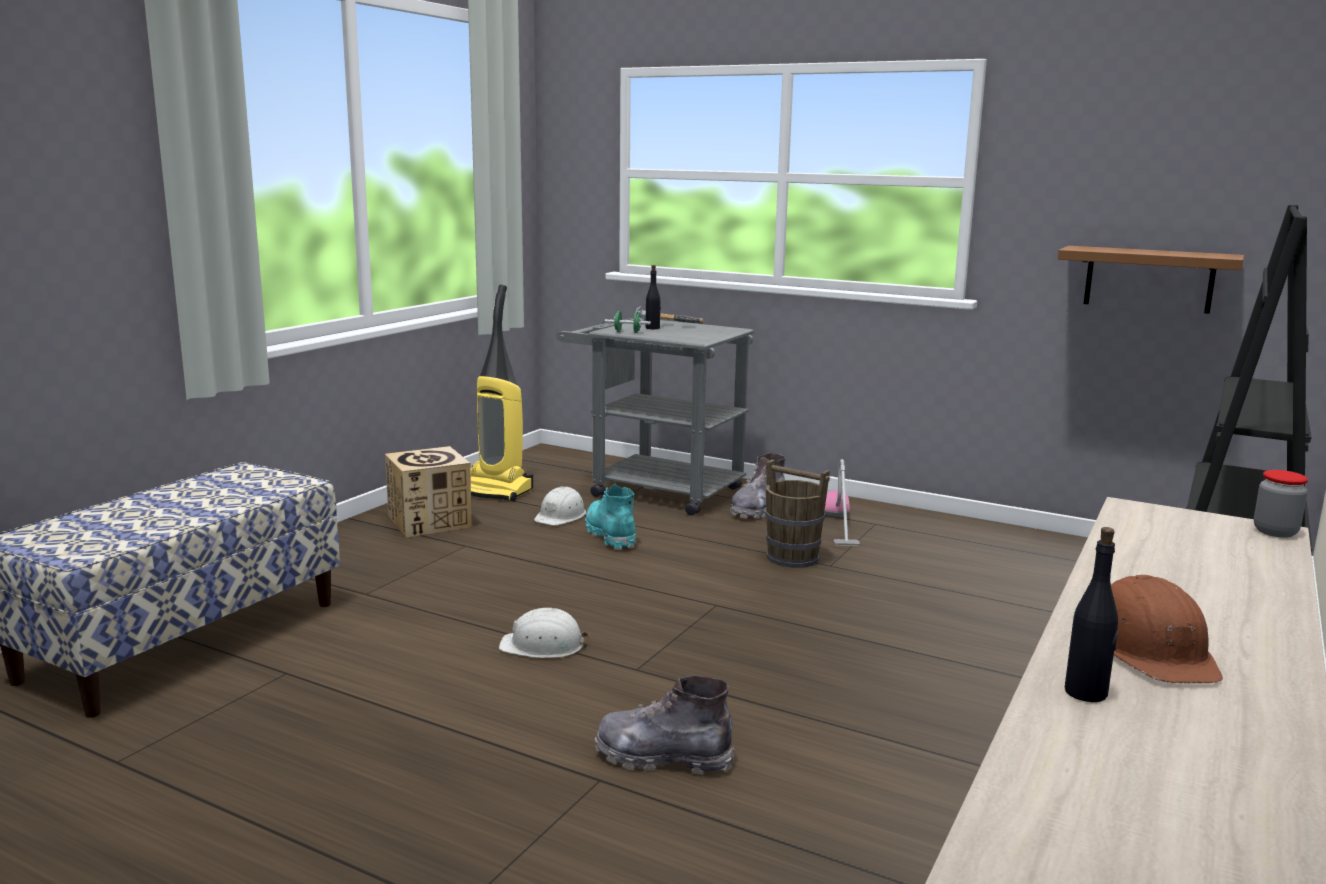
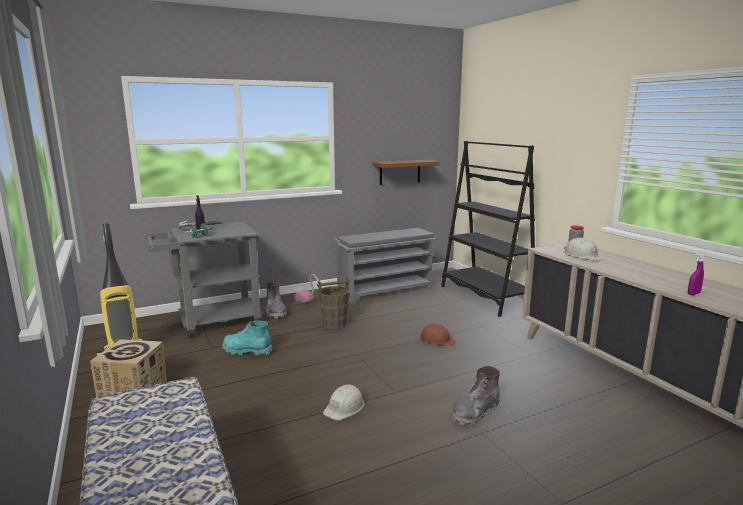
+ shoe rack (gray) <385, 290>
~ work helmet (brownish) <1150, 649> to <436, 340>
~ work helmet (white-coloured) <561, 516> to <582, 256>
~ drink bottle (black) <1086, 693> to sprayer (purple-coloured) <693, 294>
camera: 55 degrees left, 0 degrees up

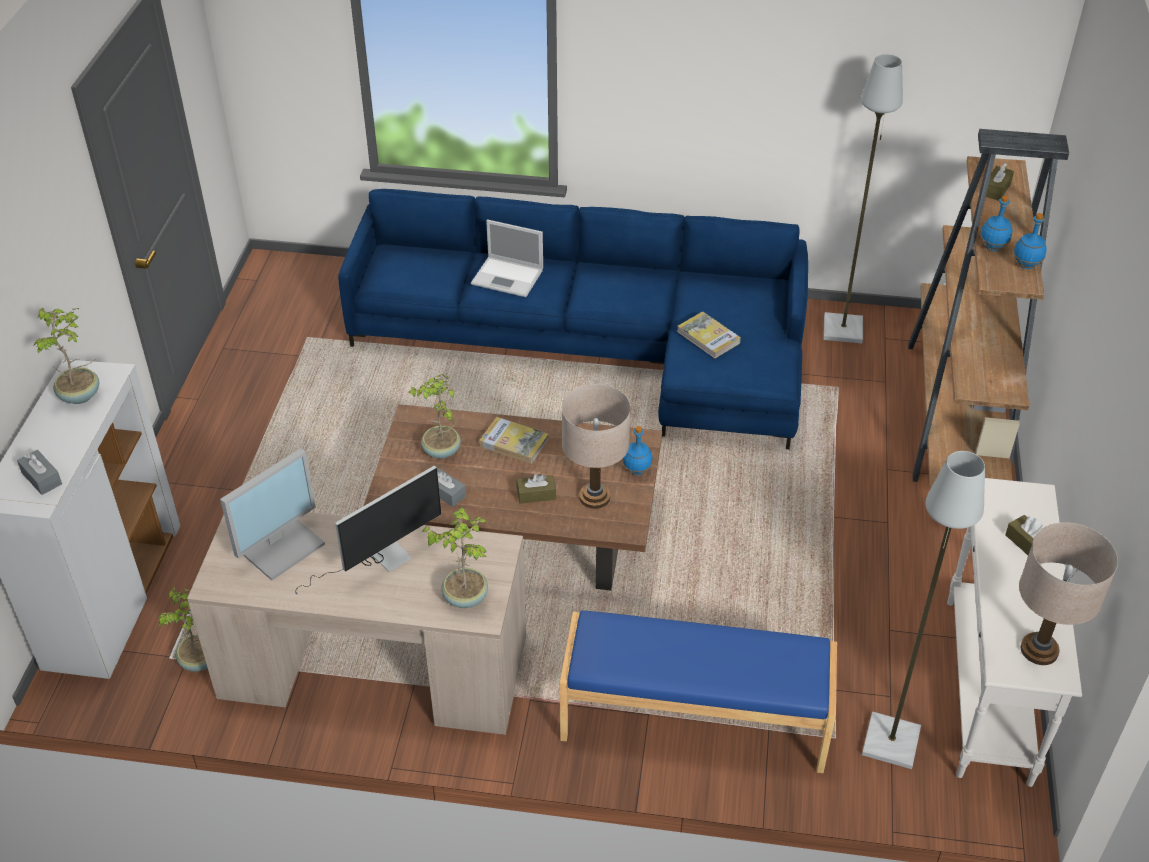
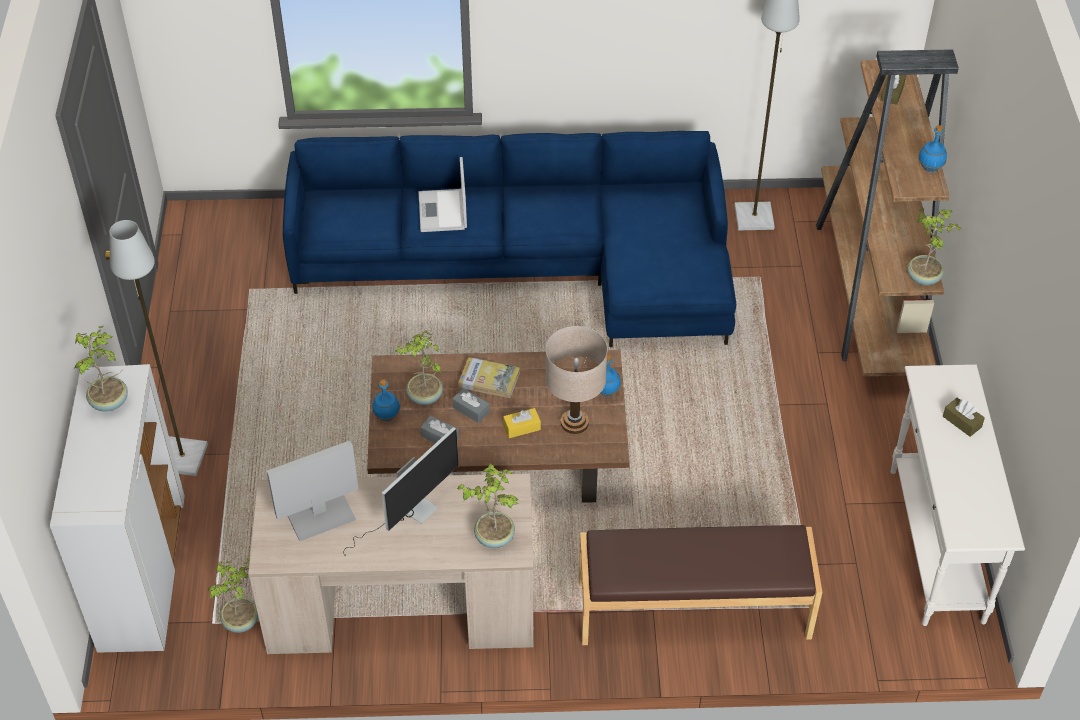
~ standard lamp (gray) <892, 743> to <183, 458>
~ computer display <280, 544> = <317, 512> 150 degrees counterclockwise
~ drink bottle (blue) <992, 247> to <386, 416>
~ laptop <508, 277> = <443, 212> 75 degrees clockwise
~ box of tissues (gray) <42, 478> to <471, 410>
~ box of tissues (brownish) <536, 495> to box of tissues (yellow) <522, 427>
~ long seat (blue) <694, 721> to long seat (brownish) <693, 610>
+ plant in a pot <924, 277>
- bound book <708, 337>
- lamp for a table (sand-coloured) <1039, 650>
camera: 10 degrees left, 5 degrees up

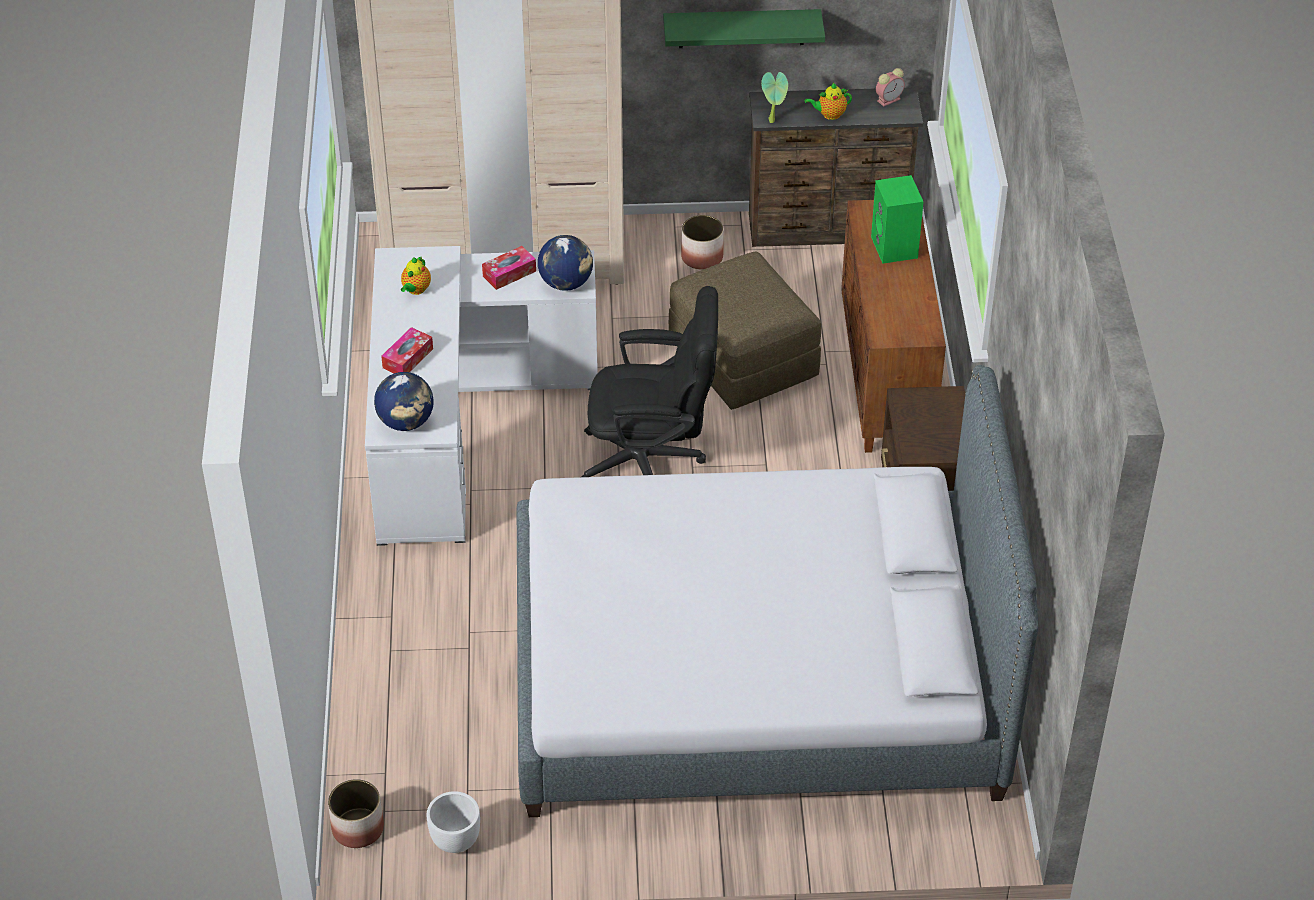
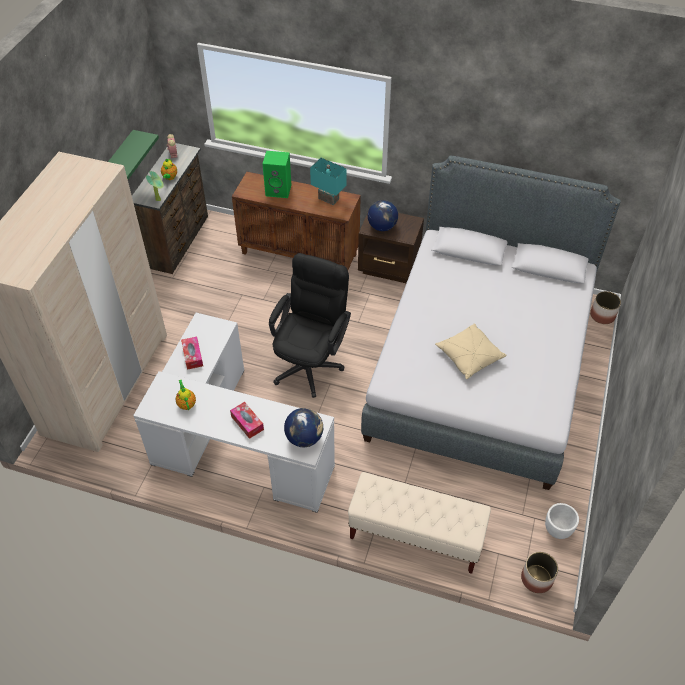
~ pot for tea <415, 290> = <186, 403> 150 degrees counterclockwise
+ lamp for a table (turquoise) <329, 198>
+ long seat (sand-coloured) <415, 535>
~ desk globe <566, 283> to <382, 227>
+ cushion (sand-coloured) <469, 356>
~ planter <702, 257> to <602, 315>
- pouffe (brownish) <743, 359>
camera: 70 degrees left, 5 degrees up

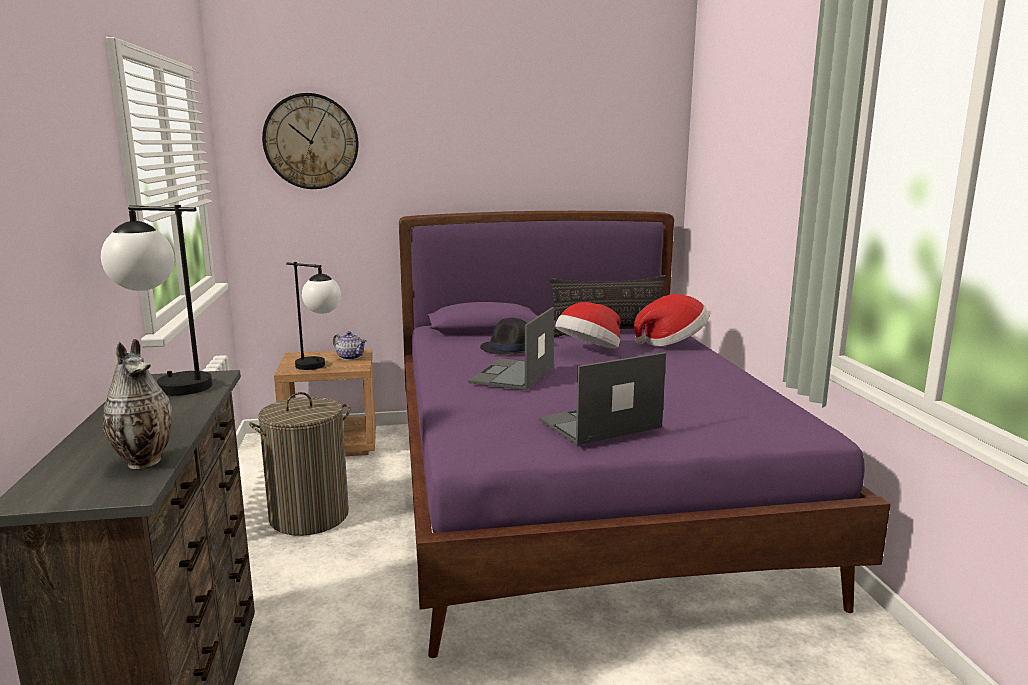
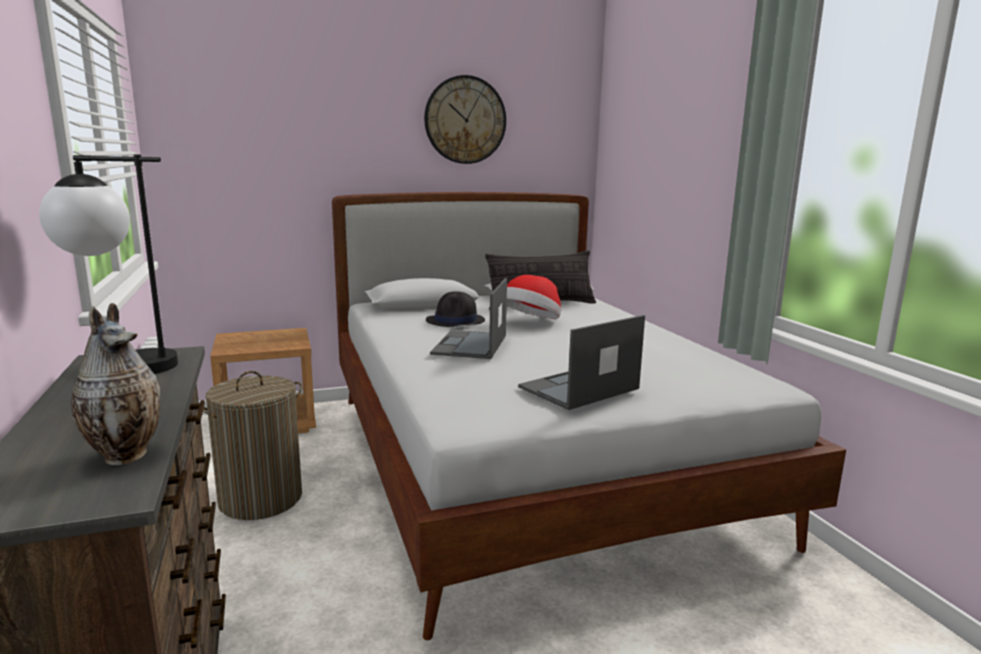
~ sleeping bed (purple-coloured) <580, 499> to sleeping bed (white-coloured) <527, 463>
~ wall clock <311, 141> to <465, 120>
- lamp for a table <320, 367>
- pot for tea <350, 357>
- hat <672, 342>
camera: 10 degrees left, 0 degrees up

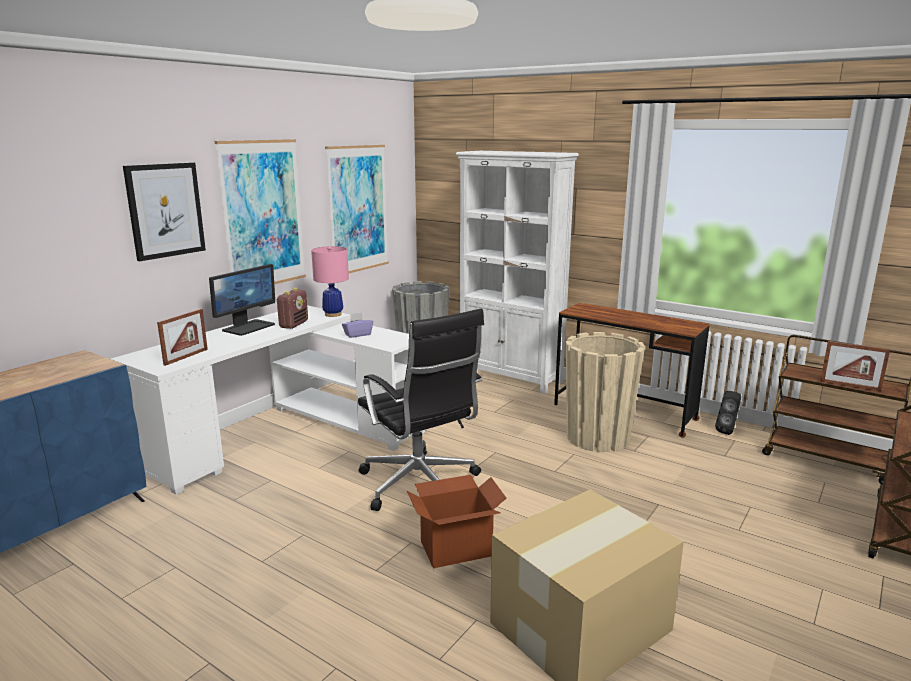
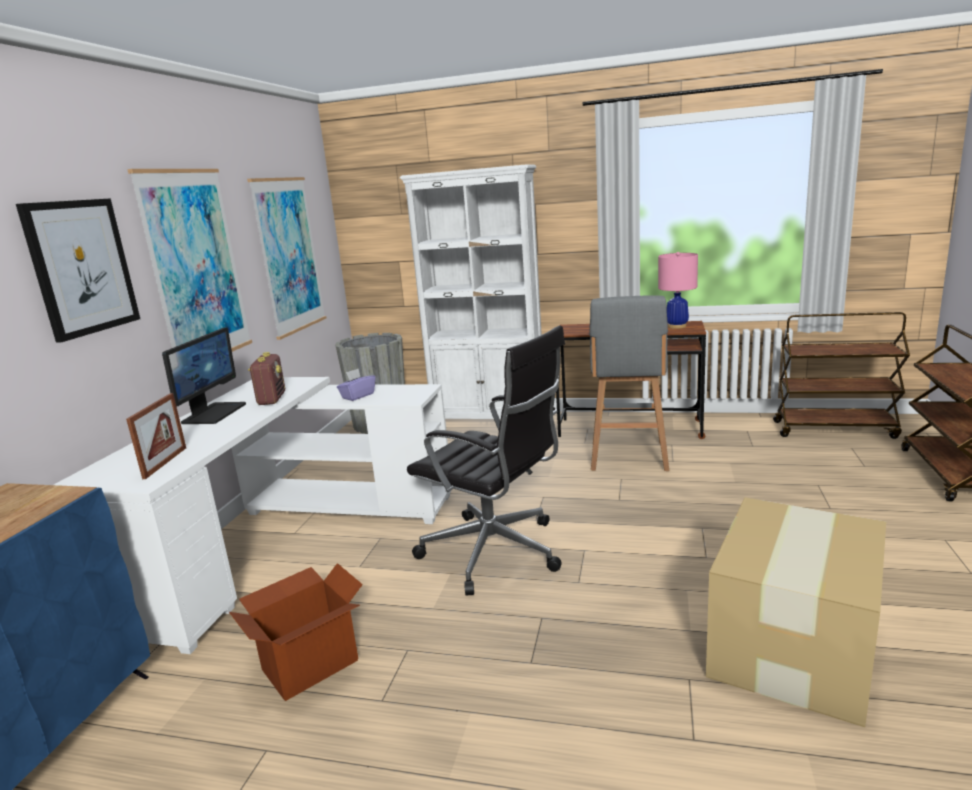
~ packing box <455, 548> to <309, 664>
~ planter (sand-coloured) <597, 438> to stool seat (gray) <628, 458>
~ lamp for a table (pink) <333, 314> to <676, 326>
- loudspeaker (black) <728, 431>
- standing frame <850, 386>
camera: 20 degrees left, 0 degrees up

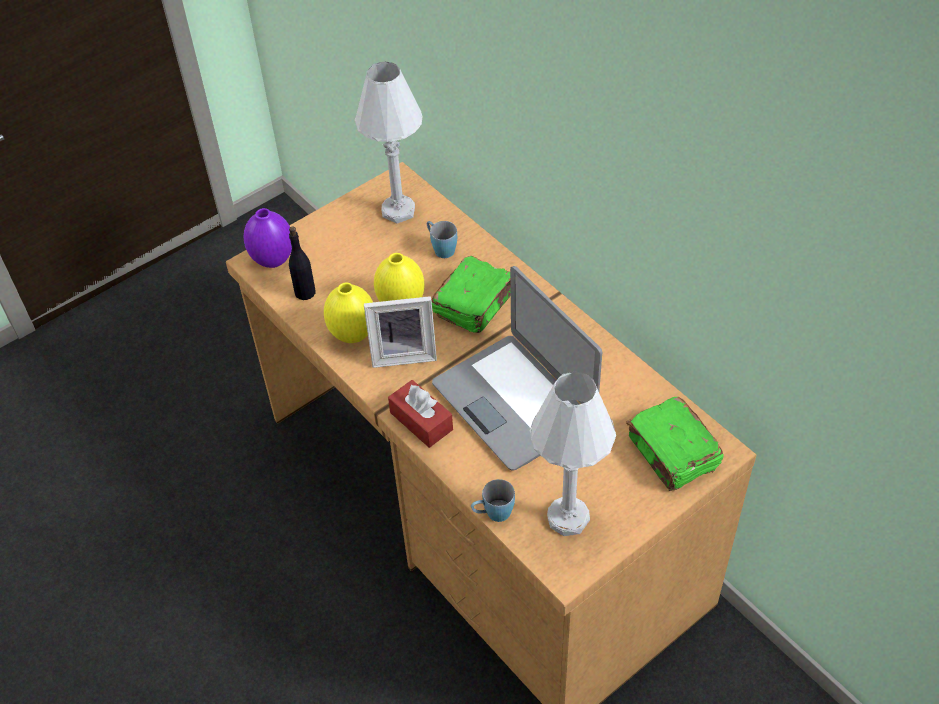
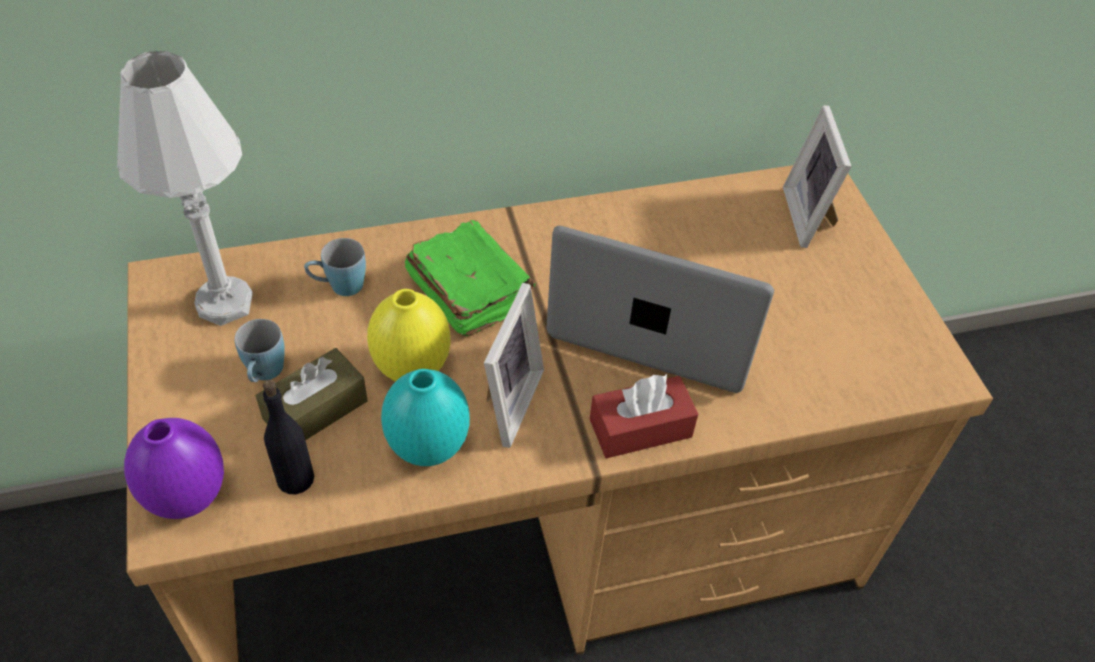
~ mug (blue) <493, 514> to <264, 374>
+ box of tissues (brownish) <315, 410>
~ flower vase (yellow) <353, 334> to flower vase (turquoise) <427, 447>
~ laptop <514, 401> = <660, 318> 150 degrees counterclockwise
~ bound book (green) <673, 453> to standing frame <810, 217>
- lamp for a table (white-coloured) <568, 517>
camera: 70 degrees left, 0 degrees up

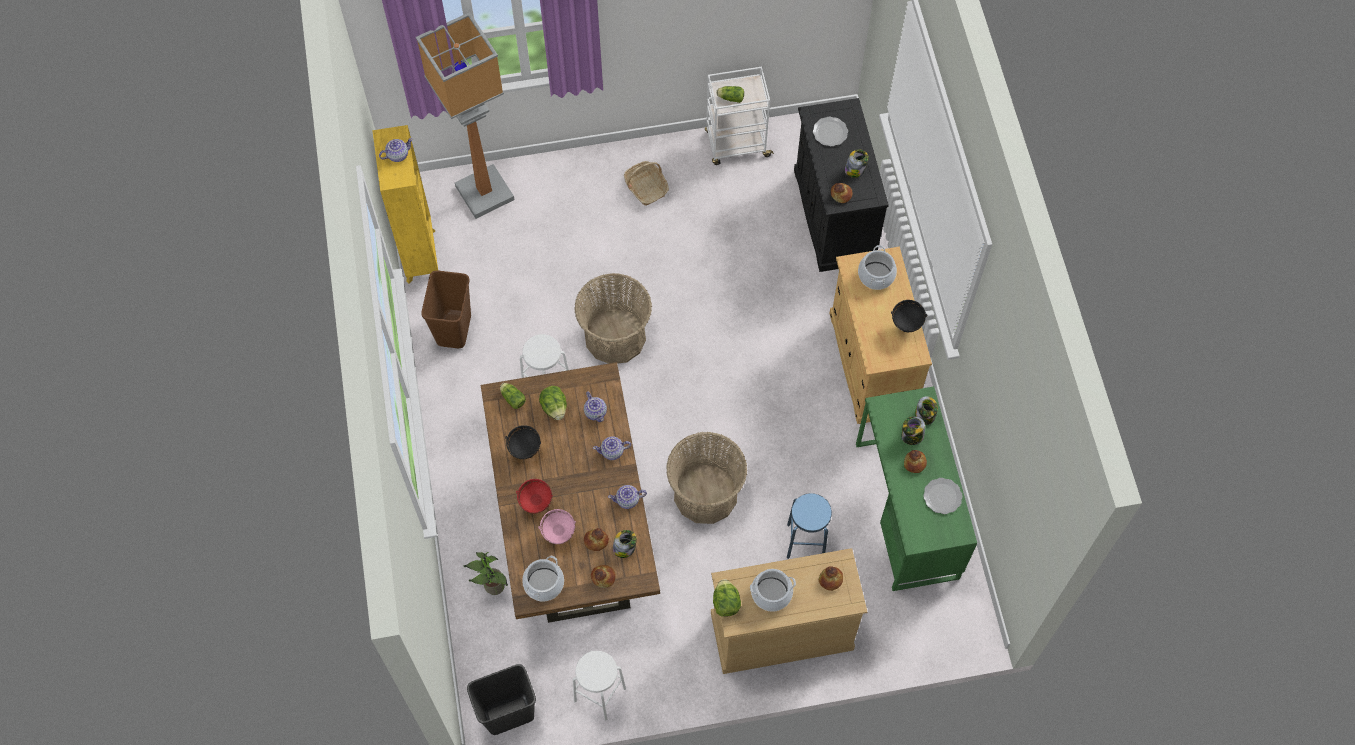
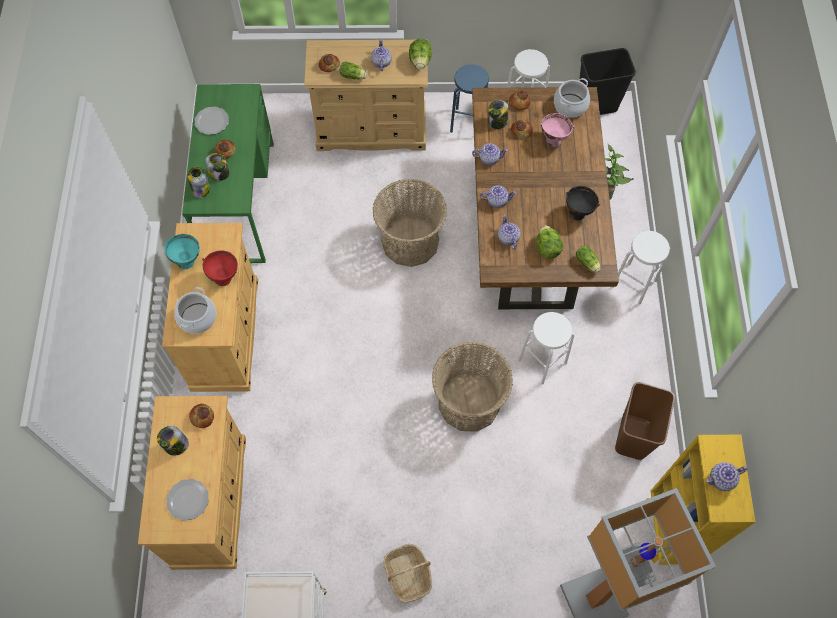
~ storage cabinet (black) <833, 215> to storage cabinet (sand-coloured) <210, 501>
~ deep dish (black) <906, 327> to deep dish (turquoise) <187, 261>
~ deep dish (red) <537, 505> to <224, 277>
~ lettuce head <730, 97> to <353, 76>
~ cooking pot <771, 593> to pot for tea <381, 62>
~ stool seat (blue) <805, 541> to <468, 122>
+ stool seat (white-coloured) <634, 283>
camera: 170 degrees left, 0 degrees up

